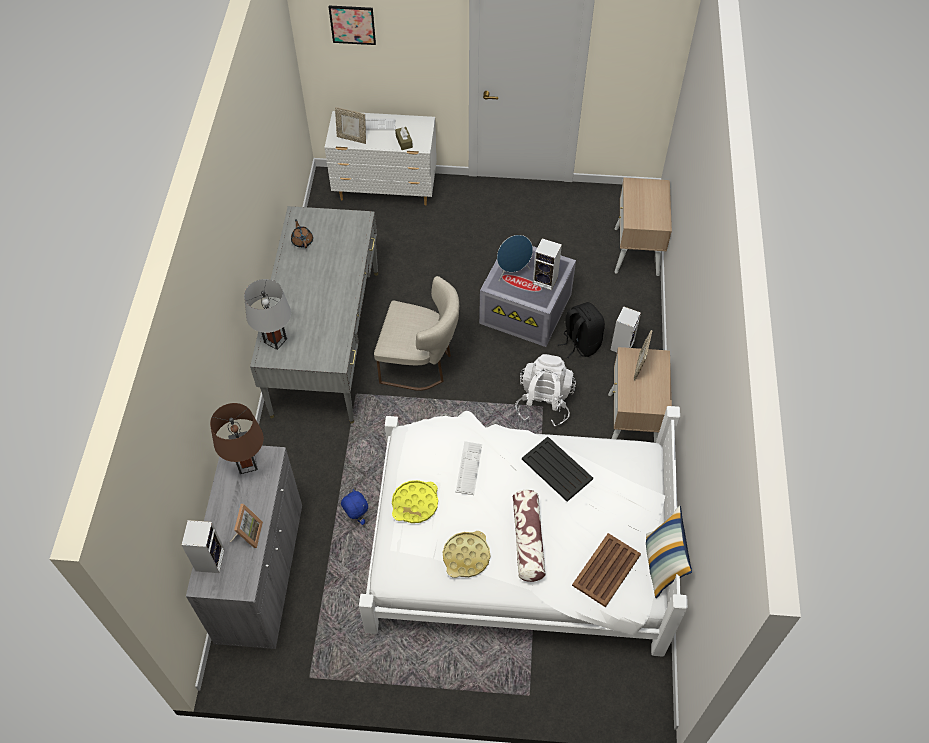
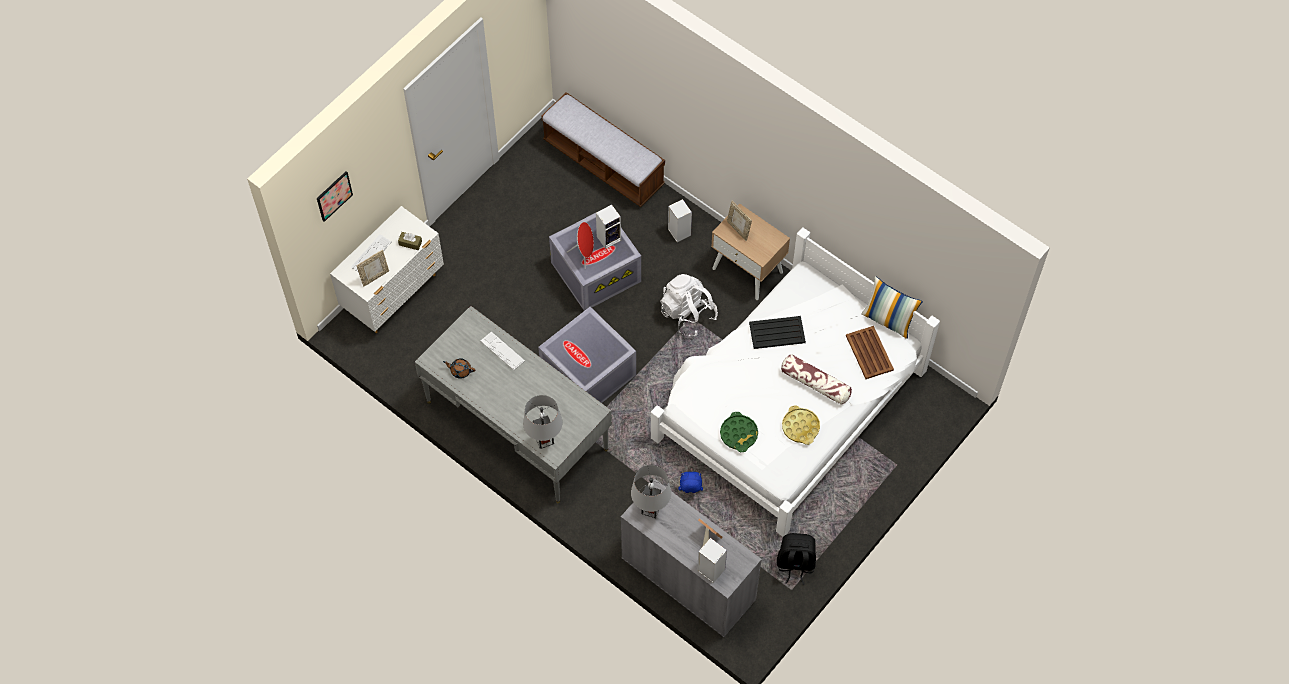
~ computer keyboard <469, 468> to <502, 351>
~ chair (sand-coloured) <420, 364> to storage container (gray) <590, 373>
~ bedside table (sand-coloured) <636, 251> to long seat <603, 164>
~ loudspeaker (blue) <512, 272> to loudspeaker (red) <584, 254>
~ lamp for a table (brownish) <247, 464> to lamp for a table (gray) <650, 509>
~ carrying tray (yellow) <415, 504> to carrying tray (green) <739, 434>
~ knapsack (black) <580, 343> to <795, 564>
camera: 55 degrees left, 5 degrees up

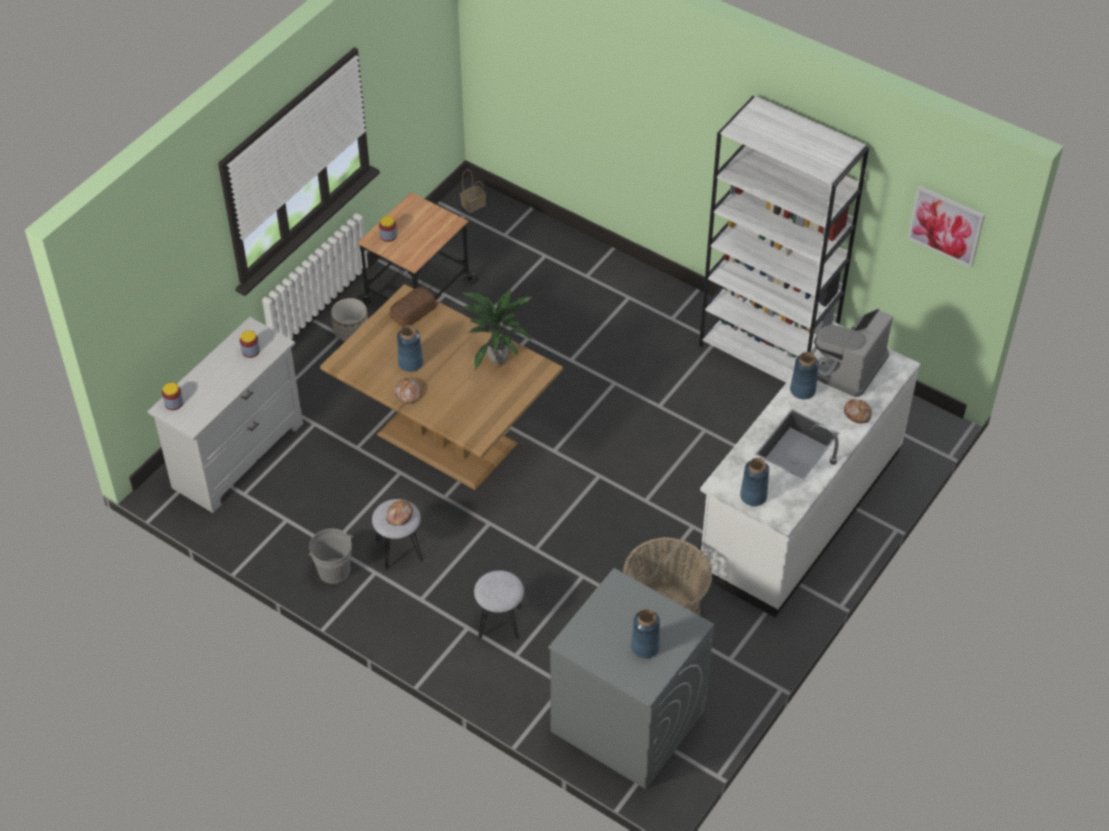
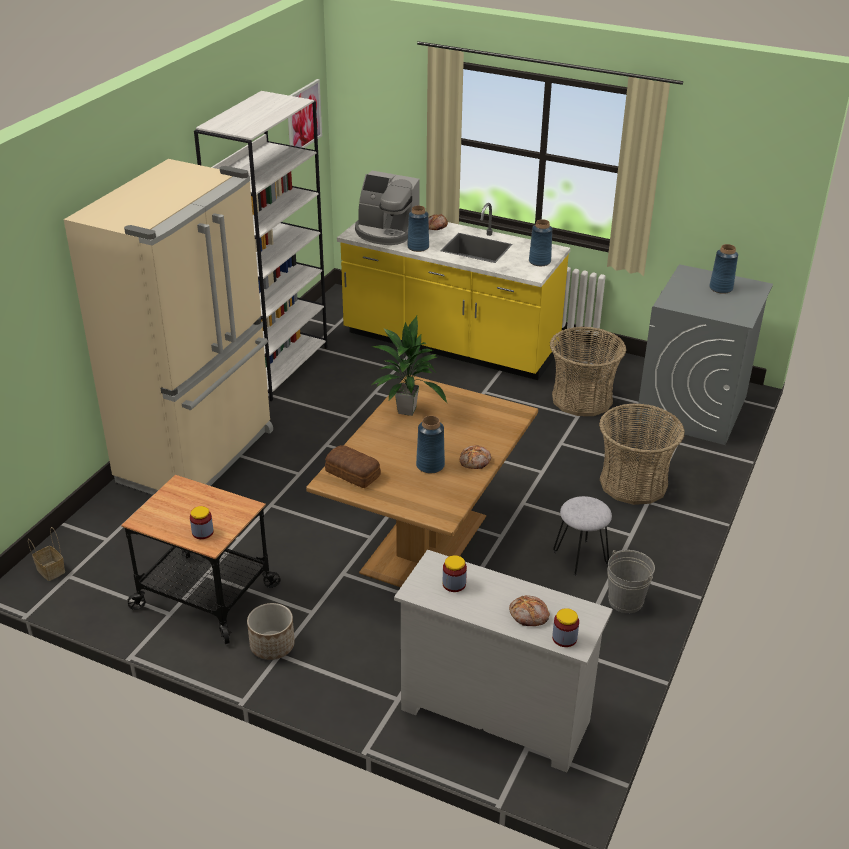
+ refrigerator (sand-coloured) <199, 456>
~ kitchen base unit (white-coloured) <799, 511> to kitchen base unit (yellow) <450, 344>
~ bread <399, 515> to <529, 616>
~ stool seat (gray) <500, 623> to household basket <633, 483>
camera: 100 degrees left, 15 degrees down

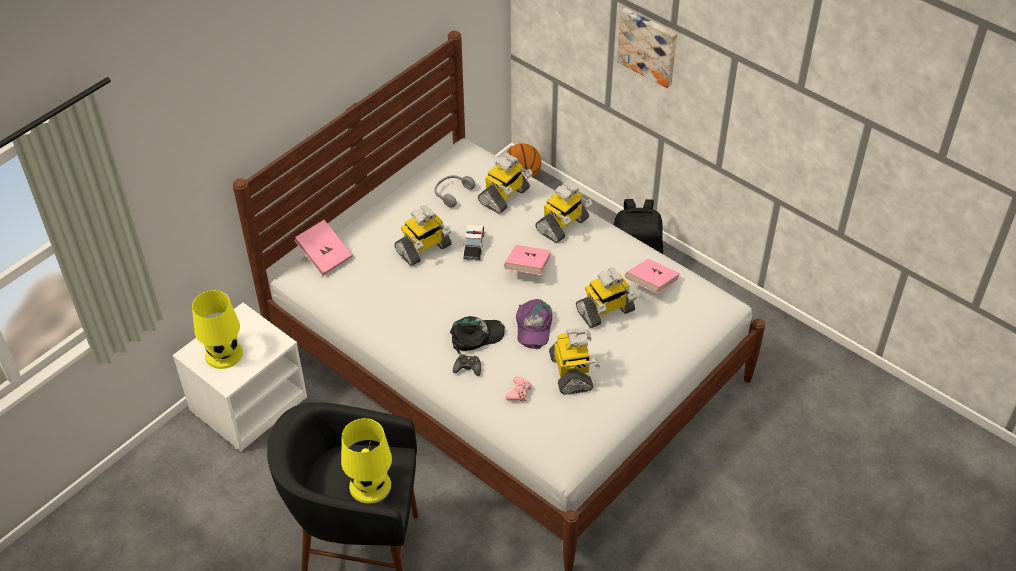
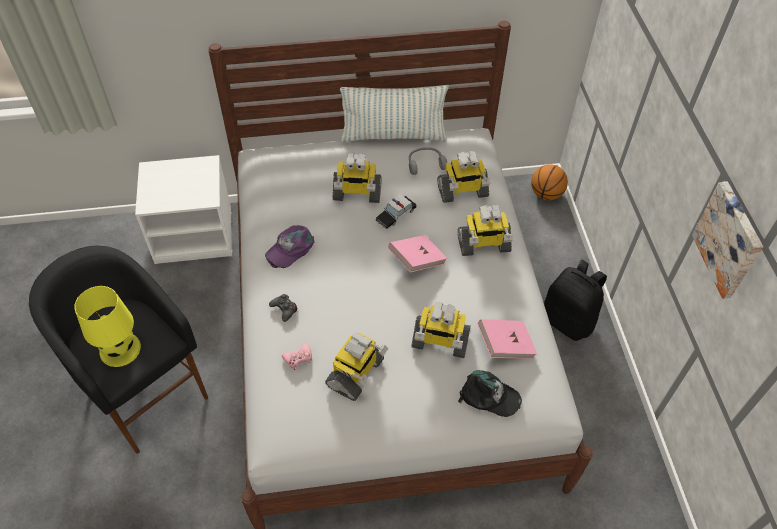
~ peaked cap (purple-coloured) <533, 326> to <290, 248>
+ cushion <393, 136>
~ peaked cap (black) <476, 336> to <489, 396>
~ wall picture <648, 46> to <730, 240>
- lamp for a table (yellow) <224, 354>
- bound book (pink) <325, 256>
camera: 40 degrees right, 5 degrees up

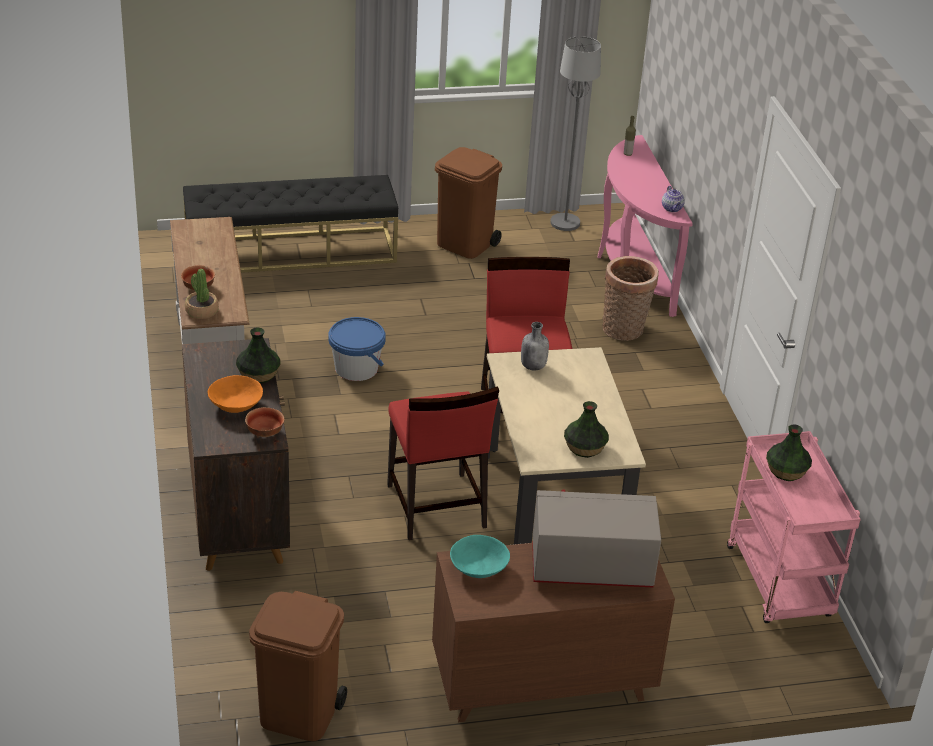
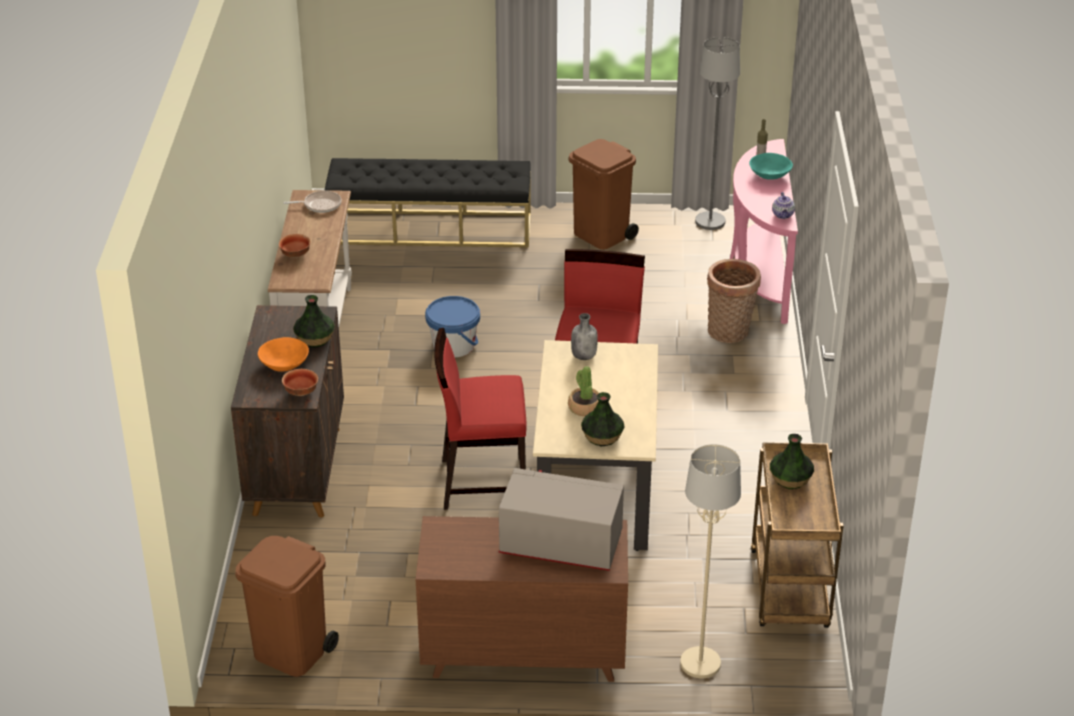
+ pan <320, 205>
~ chair (red) <435, 507> = <482, 482> 90 degrees clockwise
~ plant in a pot <201, 311> to <584, 407>
+ standard lamp (sand-coloured) <700, 664>
~ deep dish (turquoise) <478, 568> to <769, 175>
~ trolley (pink) <780, 584> to trolley (brownish) <791, 591>
camera: 15 degrees right, 0 degrees up

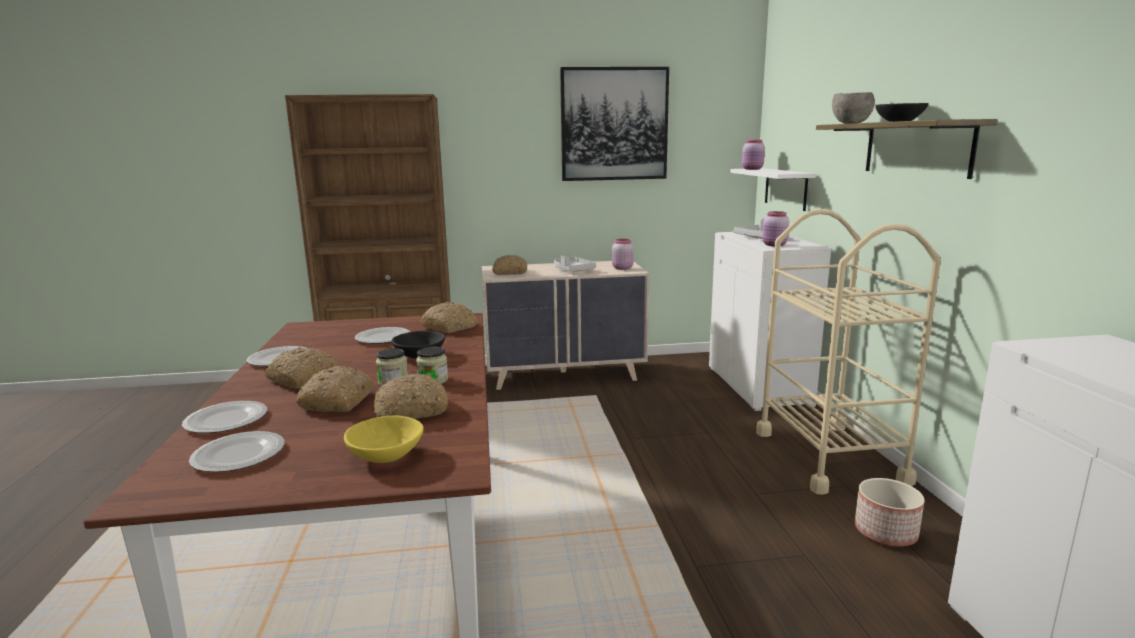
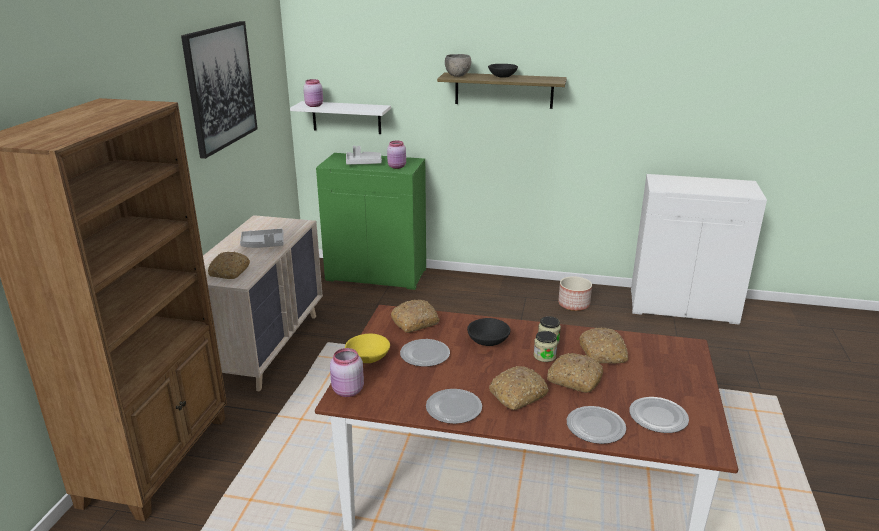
~ storage cabinet (white-coloured) <759, 386> to storage cabinet (green) <377, 274>
~ jar (pink) <621, 268> to <347, 391>
~ deep dish (yellow) <386, 456> to <367, 358>
- trolley (sand-coloured) <829, 456>
camera: 70 degrees left, 10 degrees up

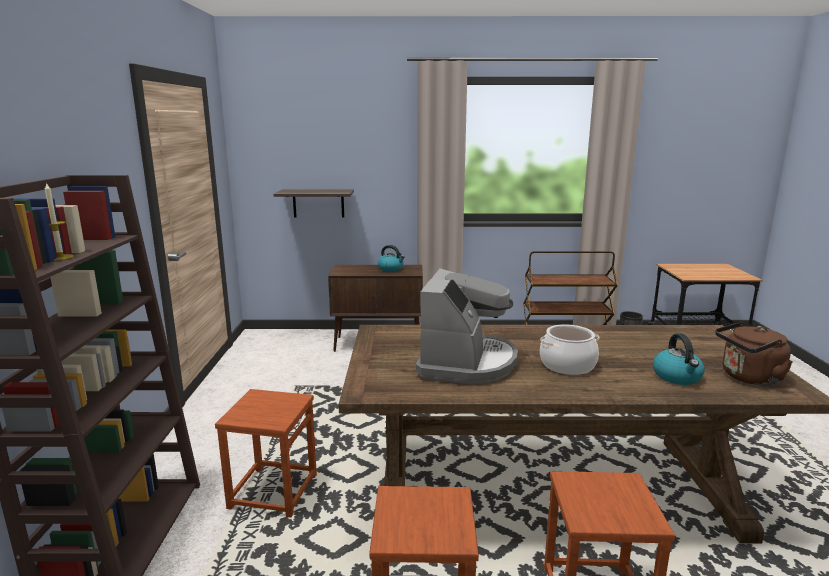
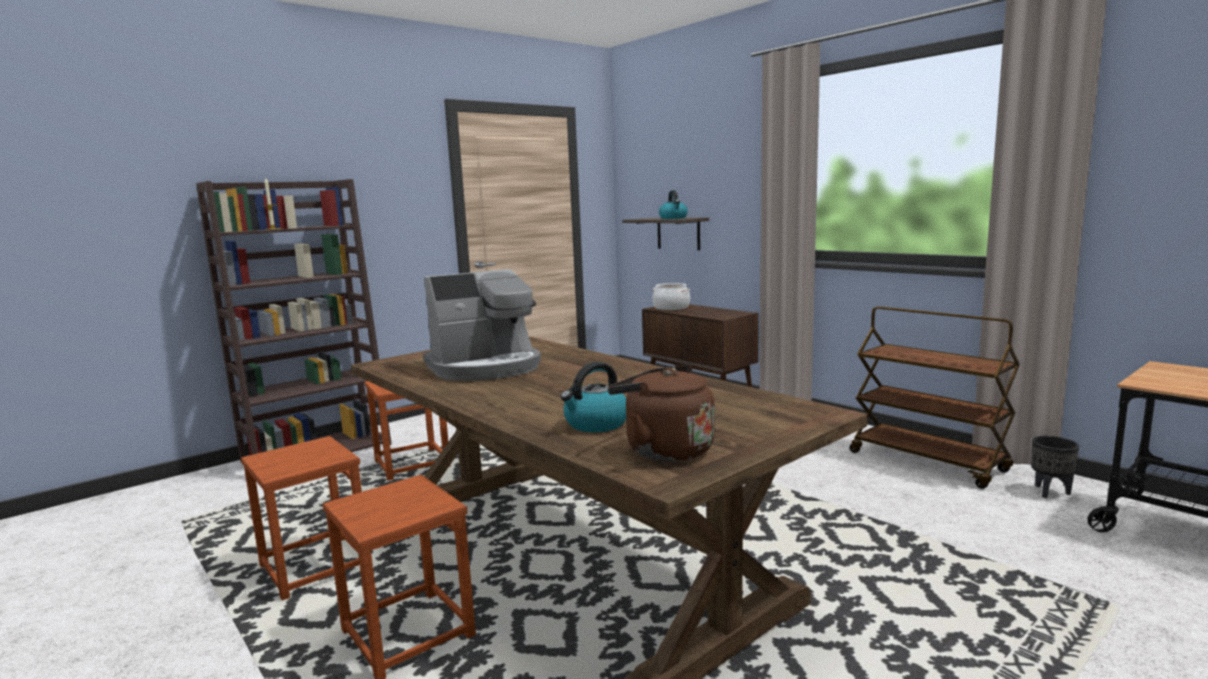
~ cooking pot <567, 365> to <671, 308>
~ kettle <391, 269> to <673, 218>
camera: 50 degrees right, 5 degrees down

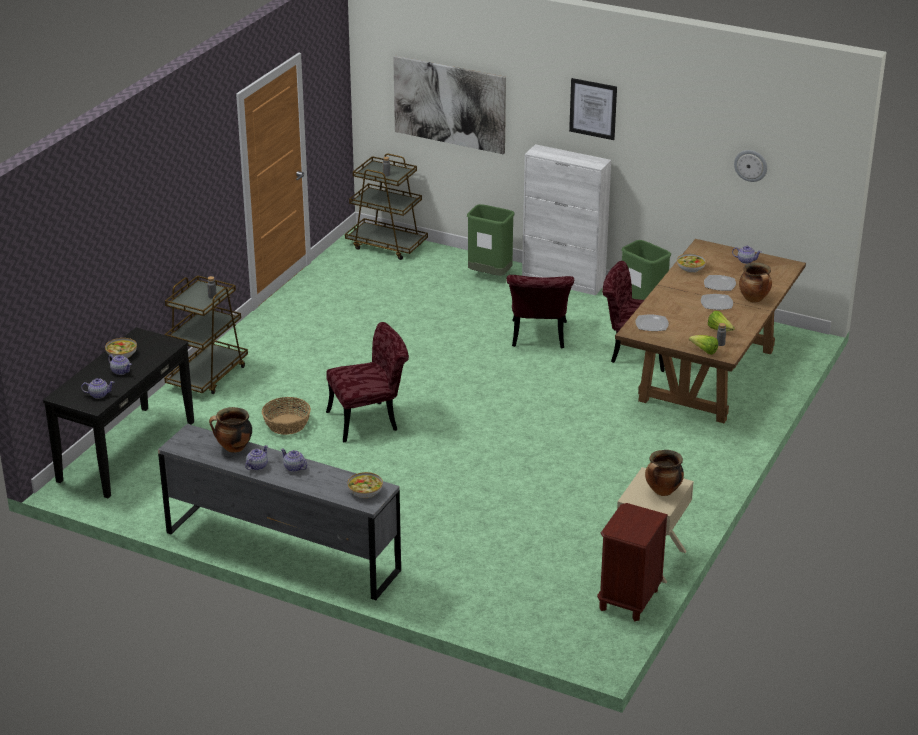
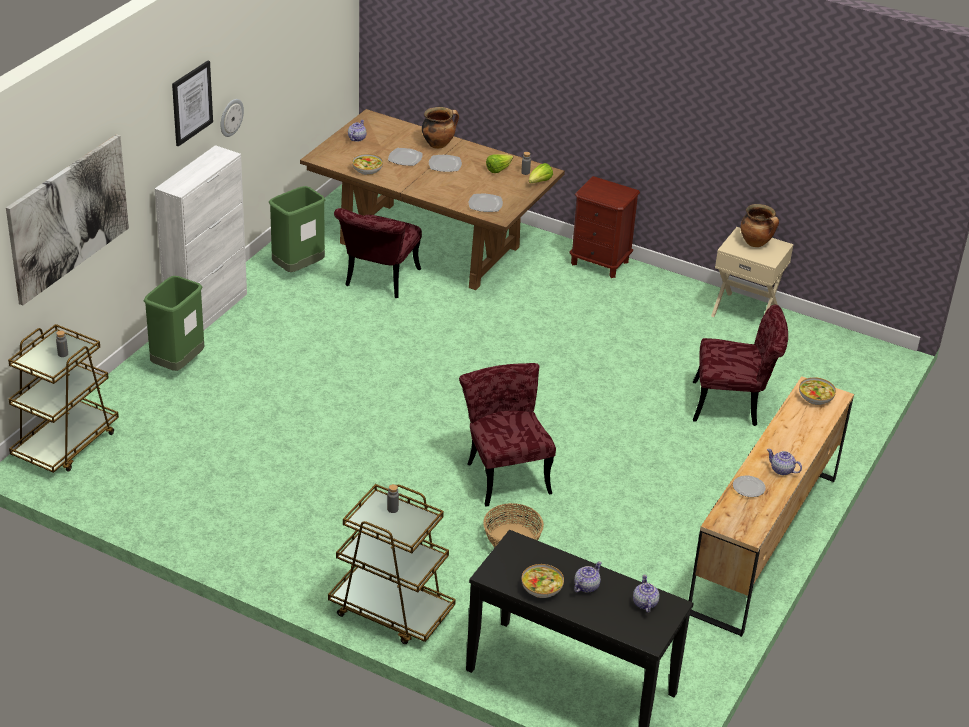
~ wall clock <751, 165> to <230, 117>
~ bedside table (brownish) <628, 600> to <599, 263>
~ chest of drawers (gray) <282, 551> to chest of drawers (brownish) <764, 543>
~ chair (red) <538, 338> to <734, 405>
~ cooking pot <233, 448> to flat dish <749, 488>
- pot for tea <294, 468>
camera: 90 degrees left, 5 degrees up

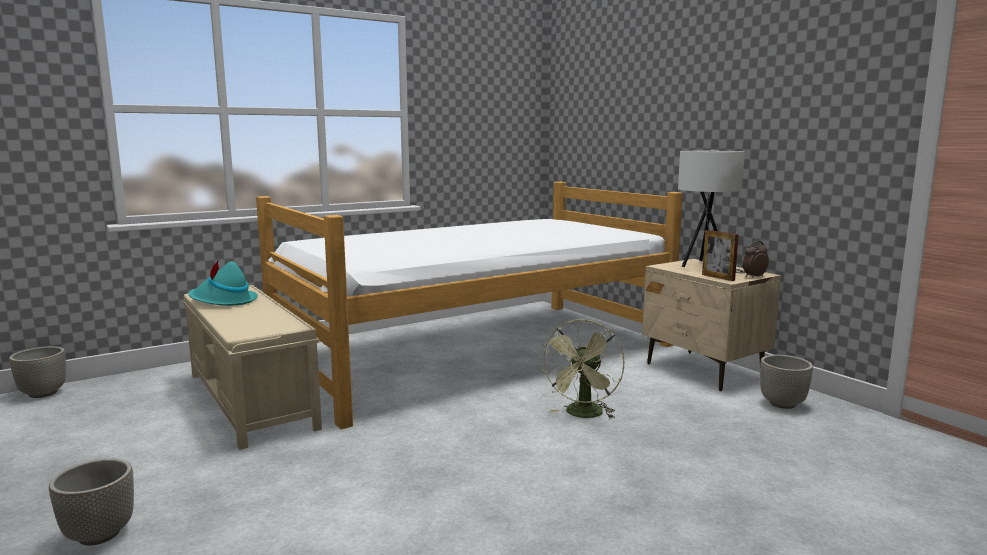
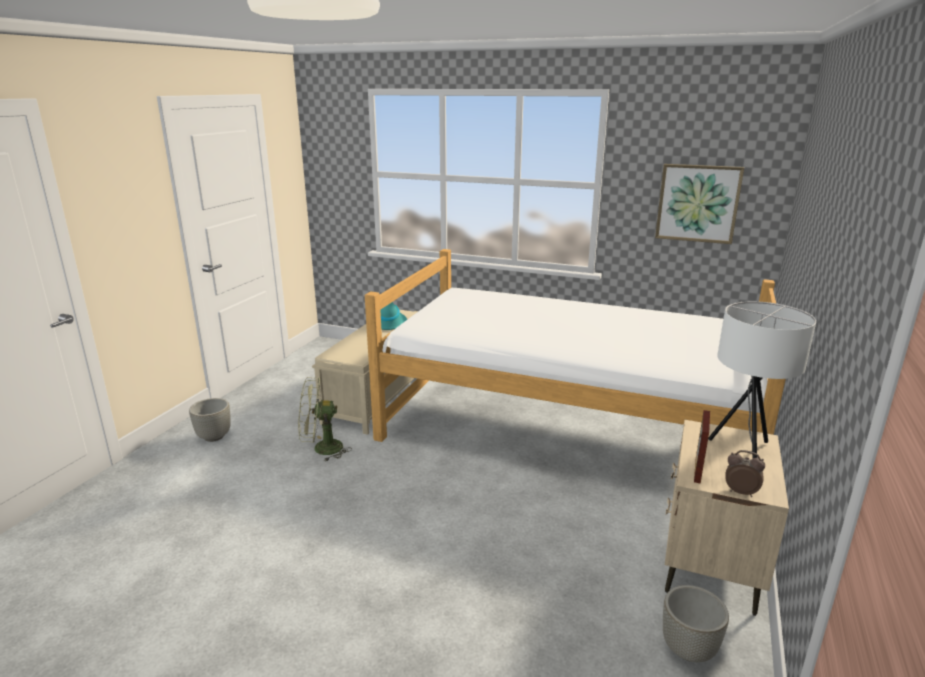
~ cooling fan (green) <583, 415> to <321, 449>
+ wall picture <697, 203>
- planter (gray) <43, 393>
camera: 55 degrees right, 10 degrees up

